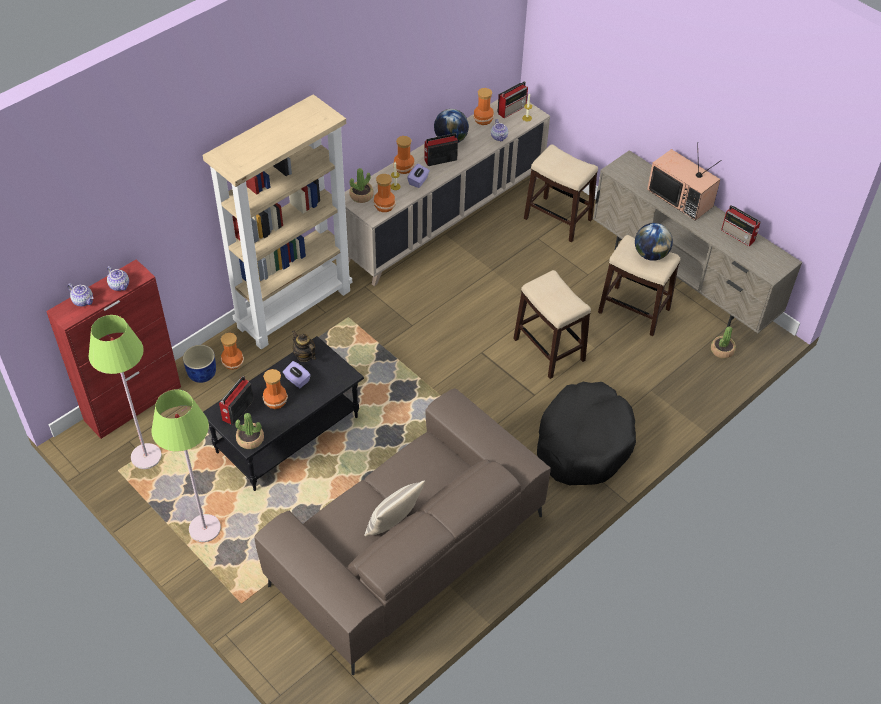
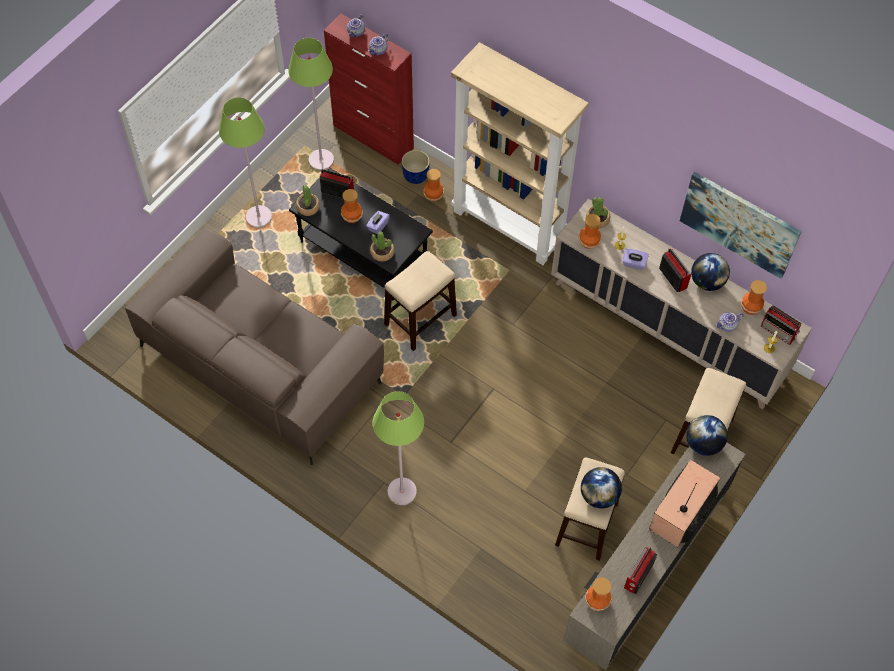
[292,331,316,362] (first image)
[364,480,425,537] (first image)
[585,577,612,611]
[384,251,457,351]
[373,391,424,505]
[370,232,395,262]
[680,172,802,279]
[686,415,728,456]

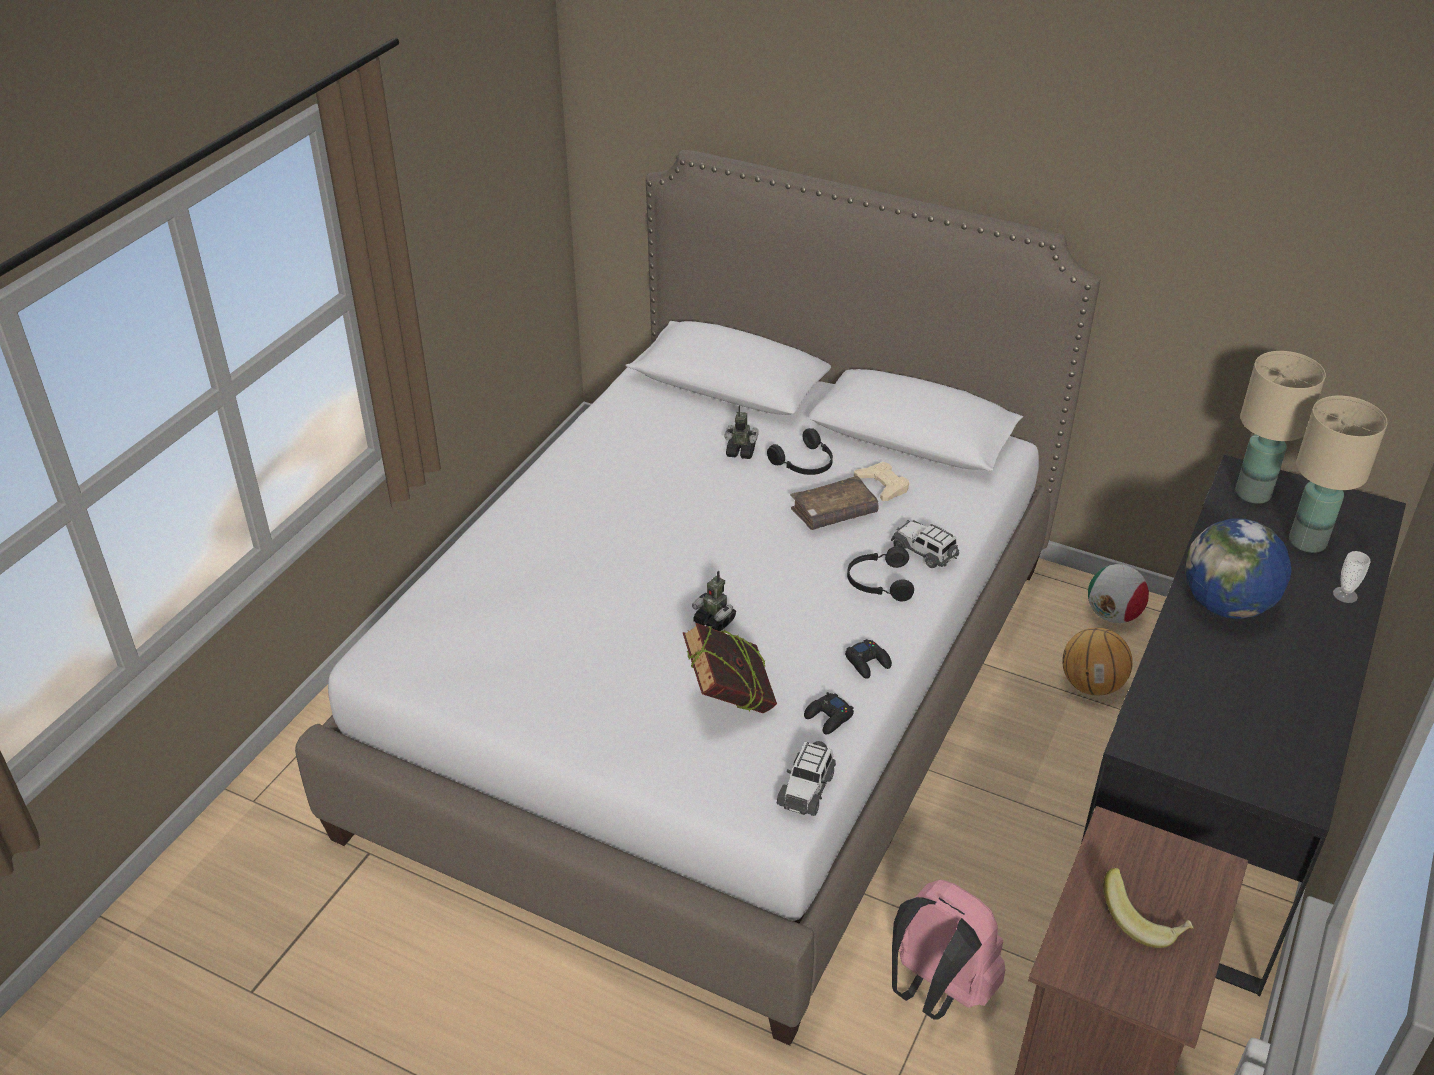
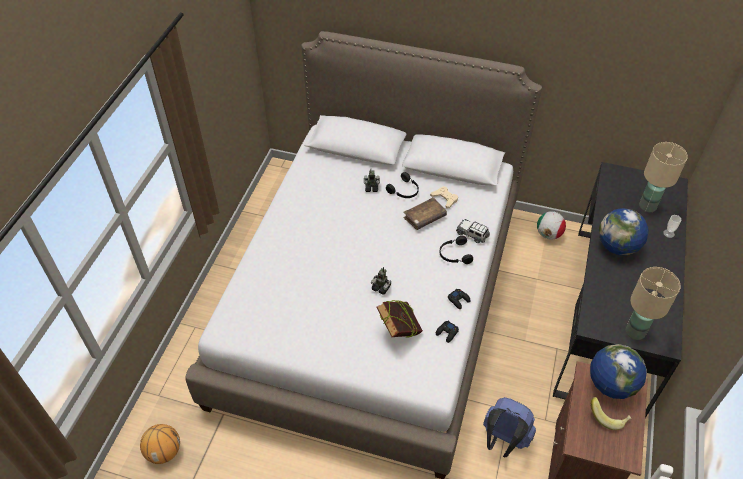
[776,741,836,816] (first image)
[483,397,536,457]
[140,424,180,464]
[626,267,681,340]
[590,344,647,399]

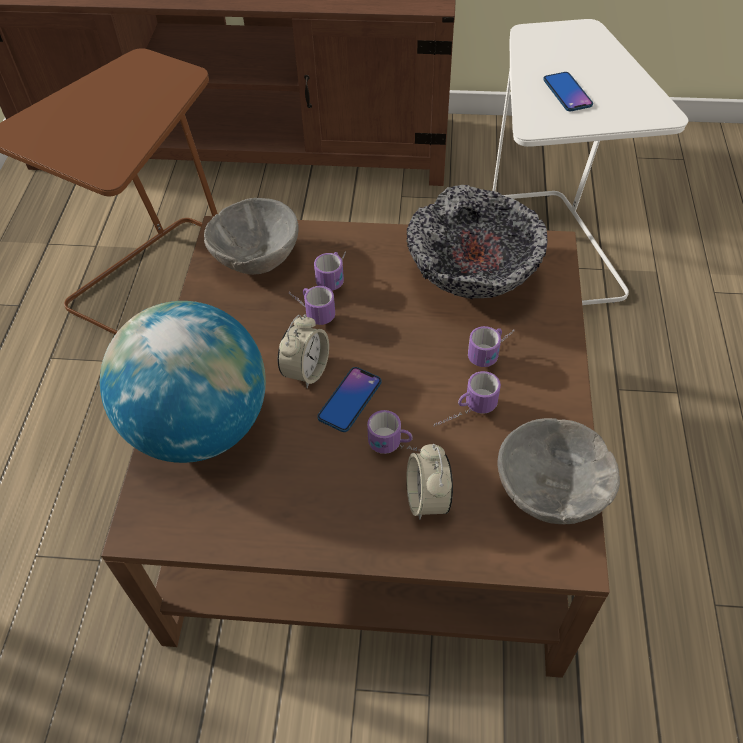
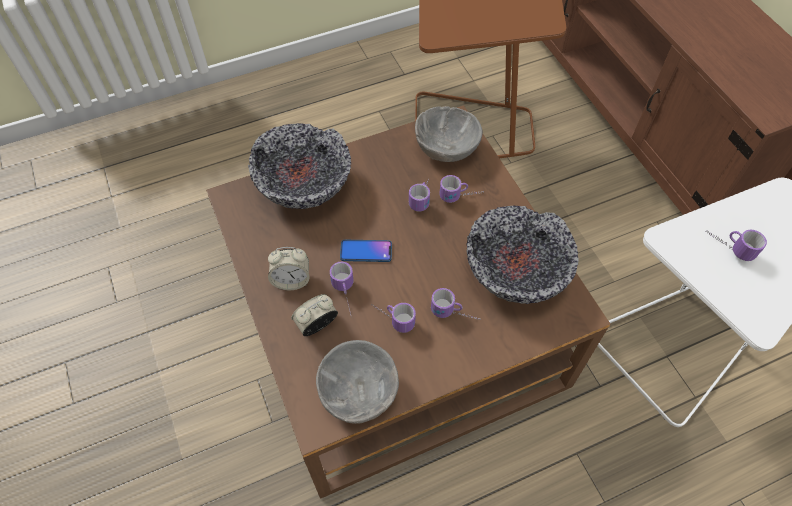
[248,123,351,209]
[268,247,309,290]
[706,230,767,261]

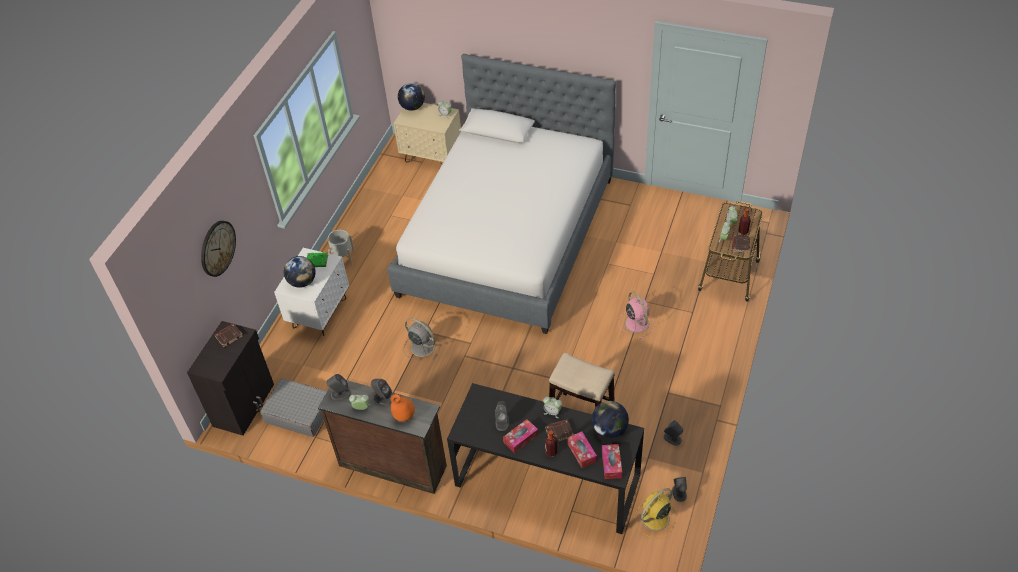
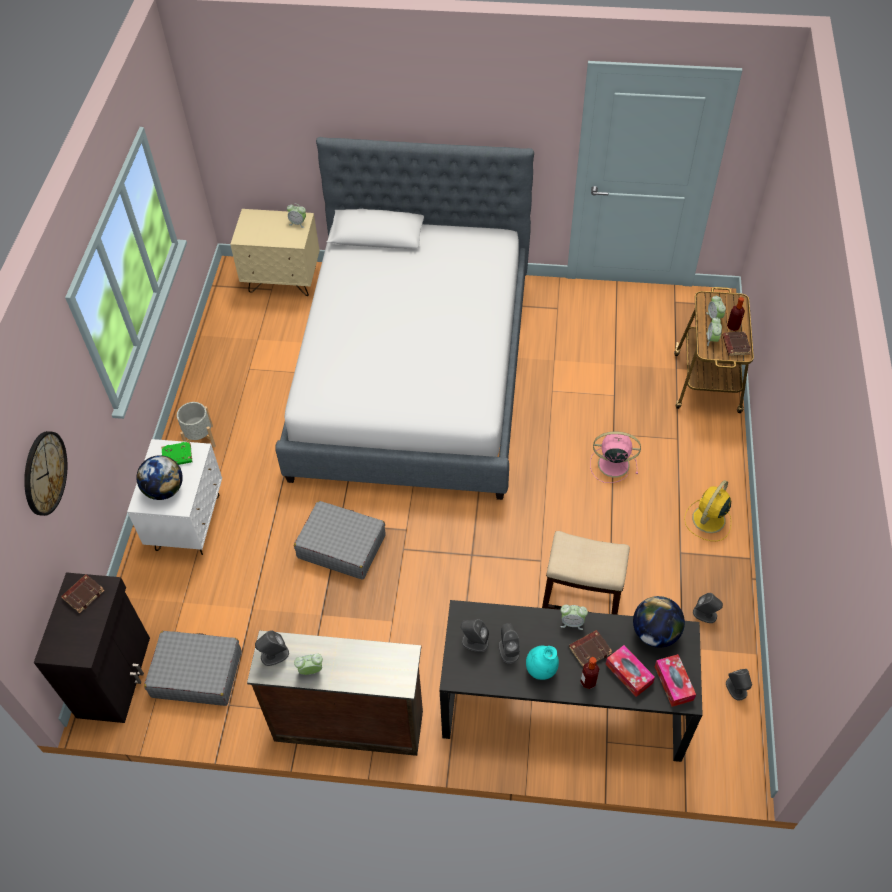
[461,619,489,652]
[391,394,415,421] (first image)
[398,83,425,111] (first image)
[294,501,386,579]
[526,646,559,680]
[590,431,641,483]
[684,480,731,541]

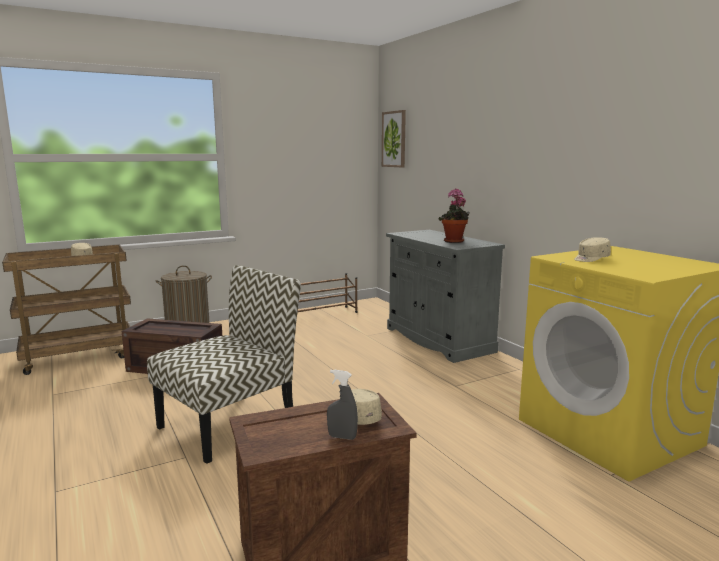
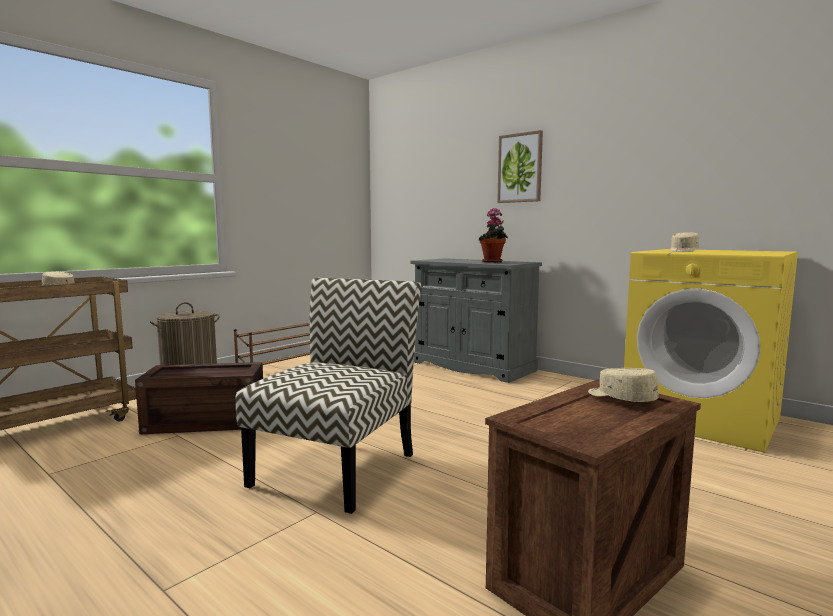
[327,370,358,440] (first image)
[497,130,543,203]

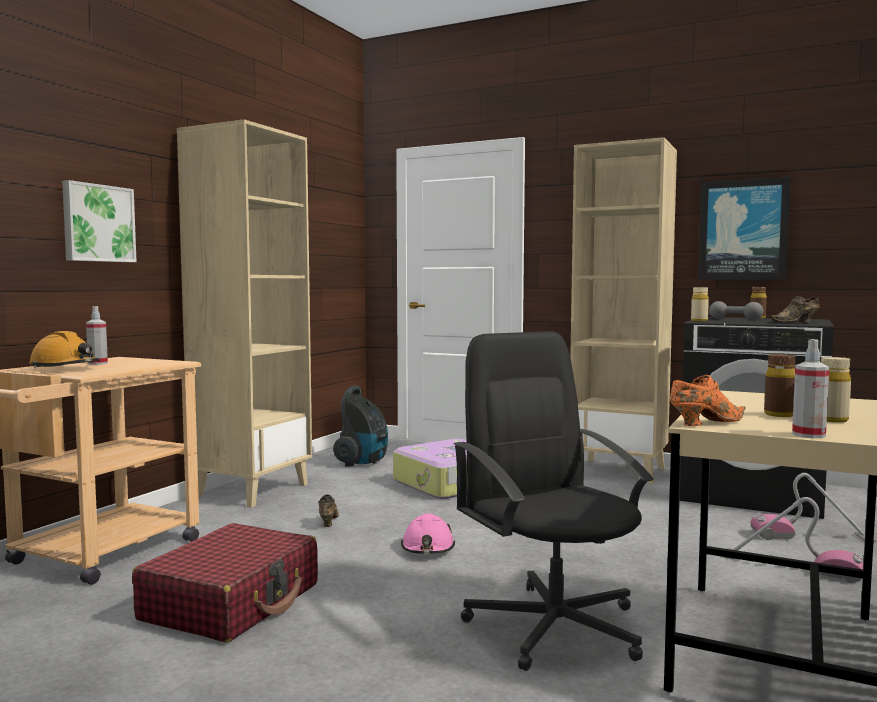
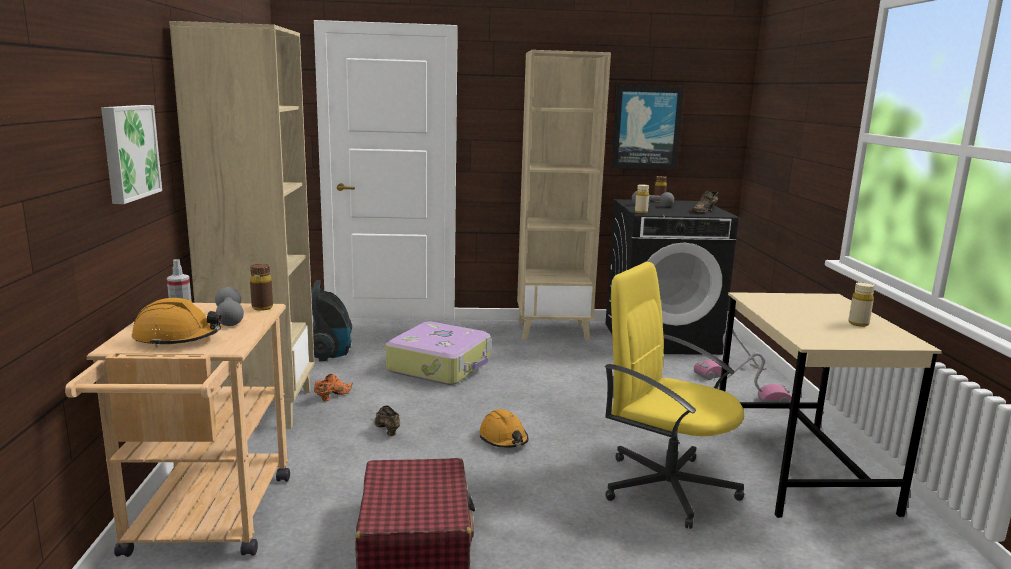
[479,409,528,448]
[605,262,744,529]
[314,374,353,401]
[250,264,273,311]
[792,339,829,438] (first image)
[215,287,244,326]

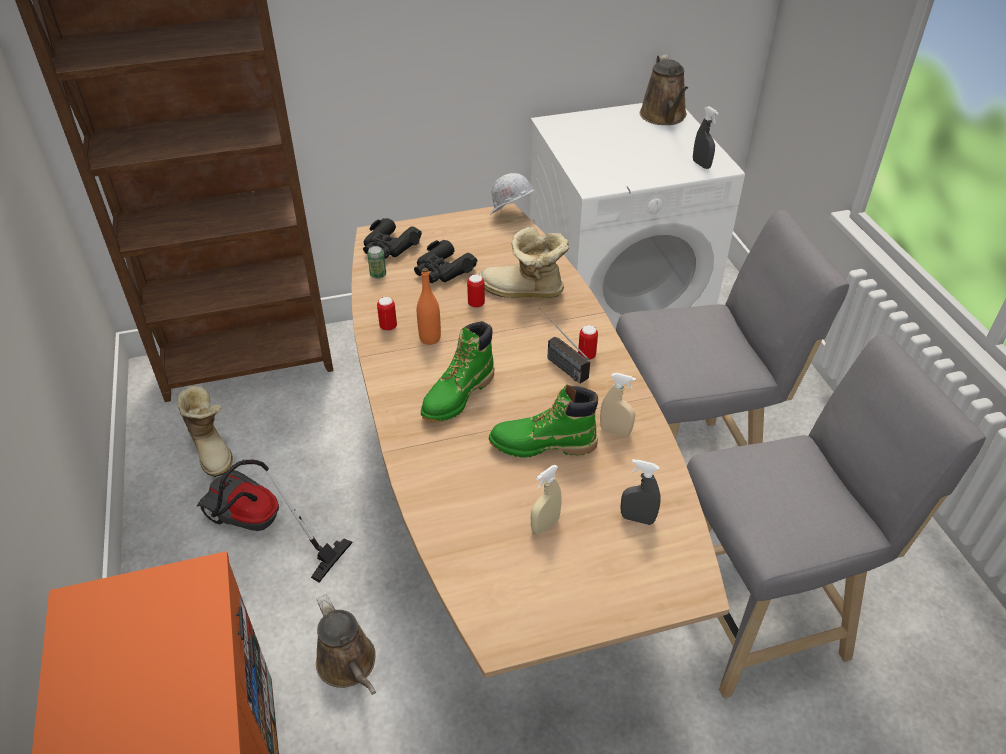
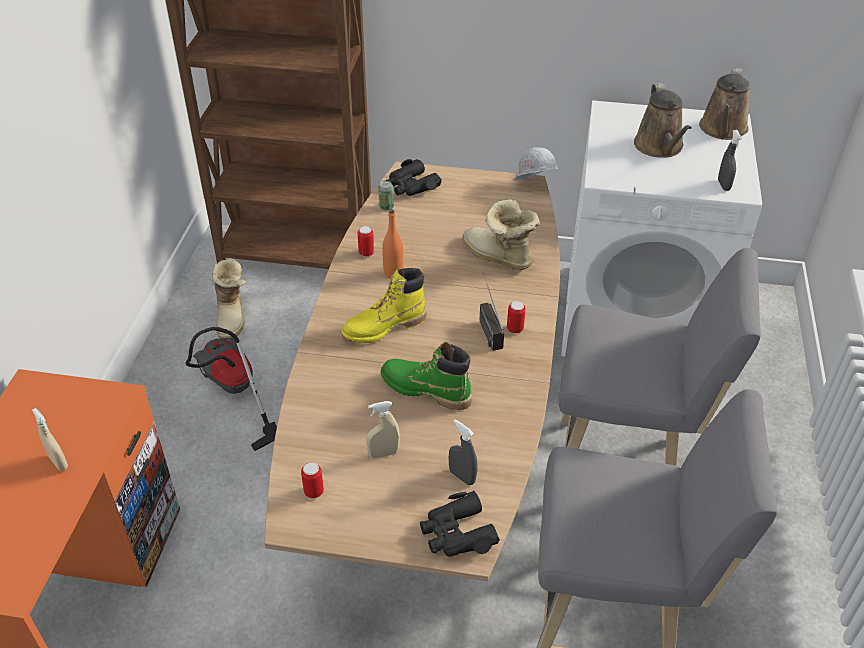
[634,83,692,158]
[420,490,500,557]
[342,268,427,343]
[301,462,324,498]
[32,408,68,471]

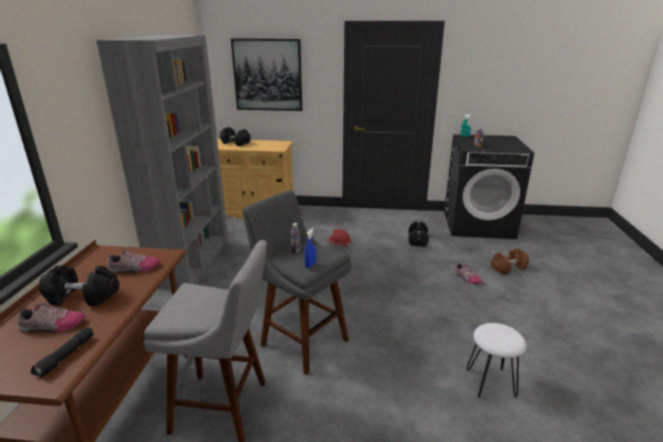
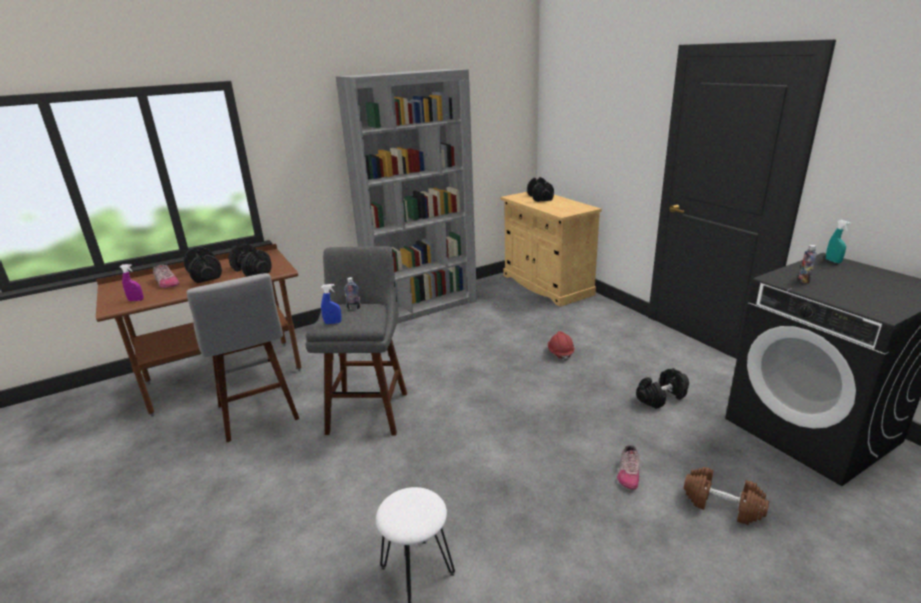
[120,264,144,301]
[228,243,272,277]
[231,39,302,111] (first image)

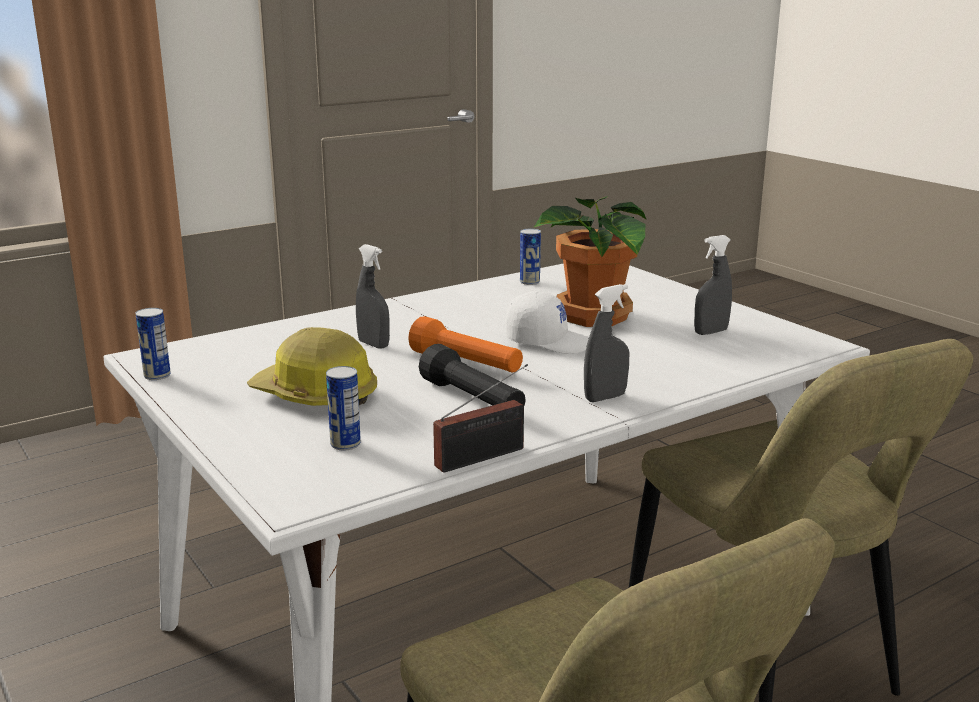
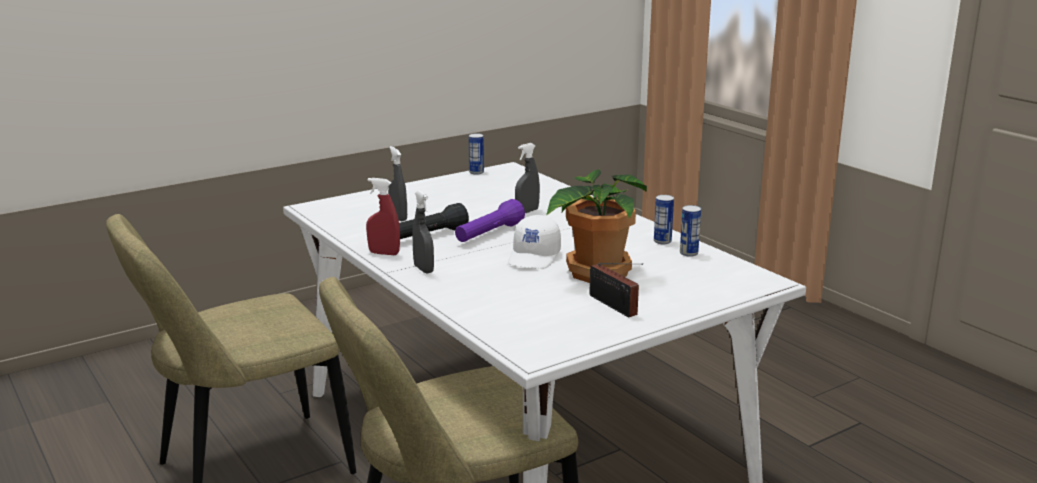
[247,327,377,406] (first image)
[654,195,674,244]
[455,199,525,242]
[589,263,643,317]
[388,146,407,221]
[366,178,400,255]

